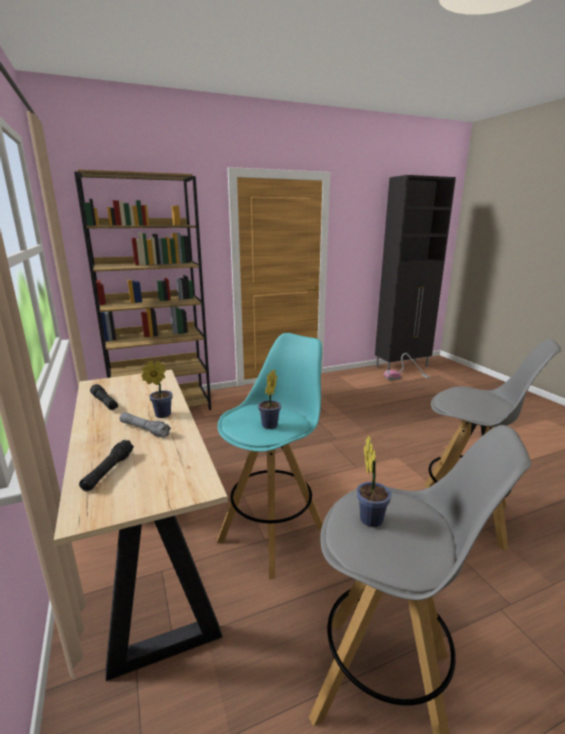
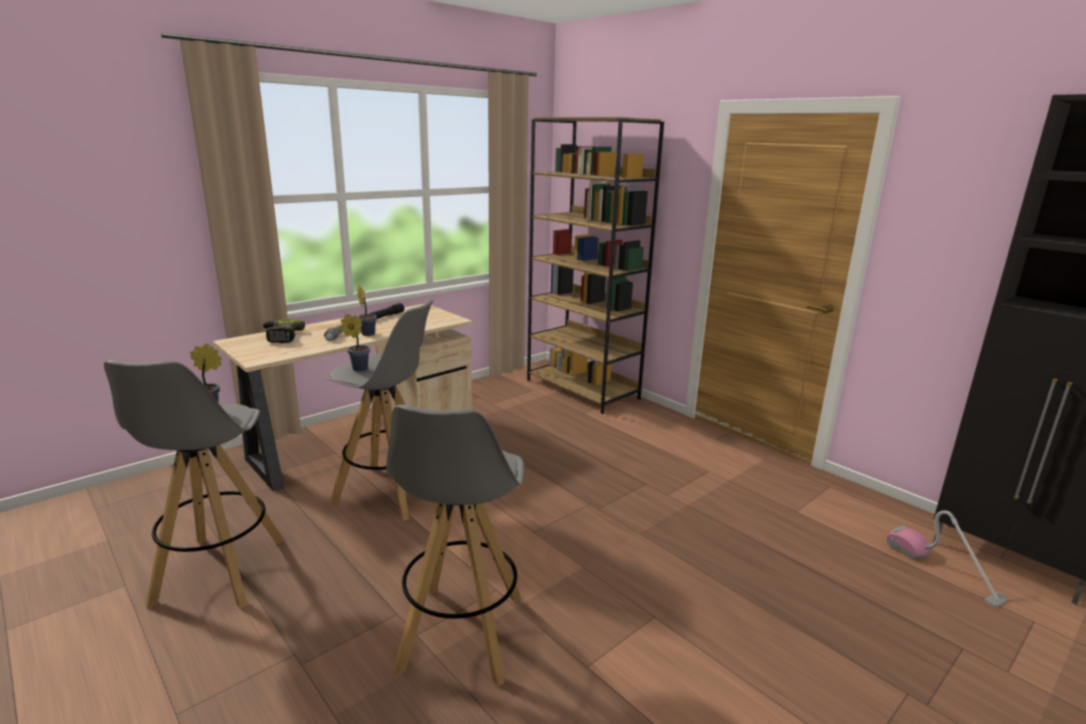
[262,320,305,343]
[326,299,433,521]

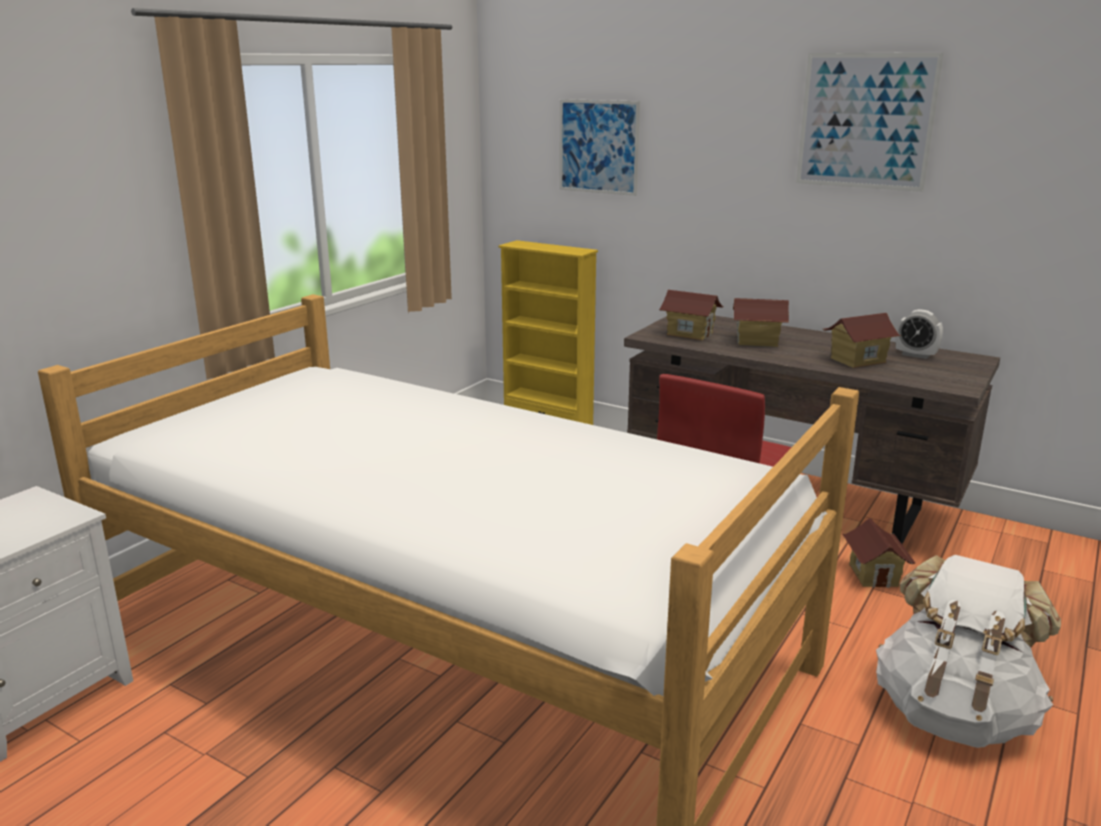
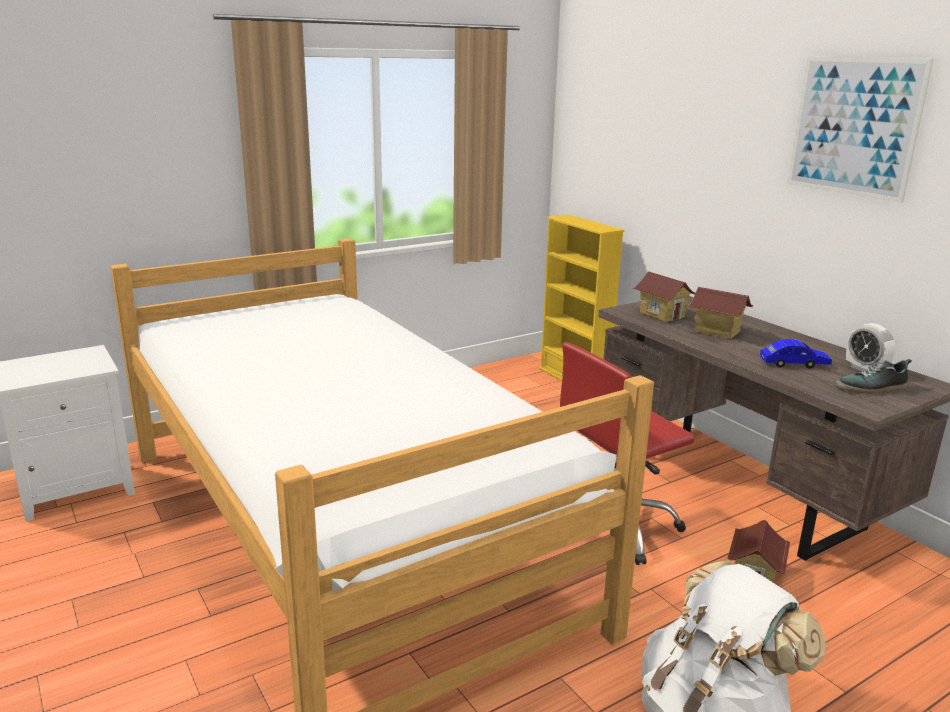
[559,99,640,196] (first image)
[760,339,832,369]
[837,359,912,394]

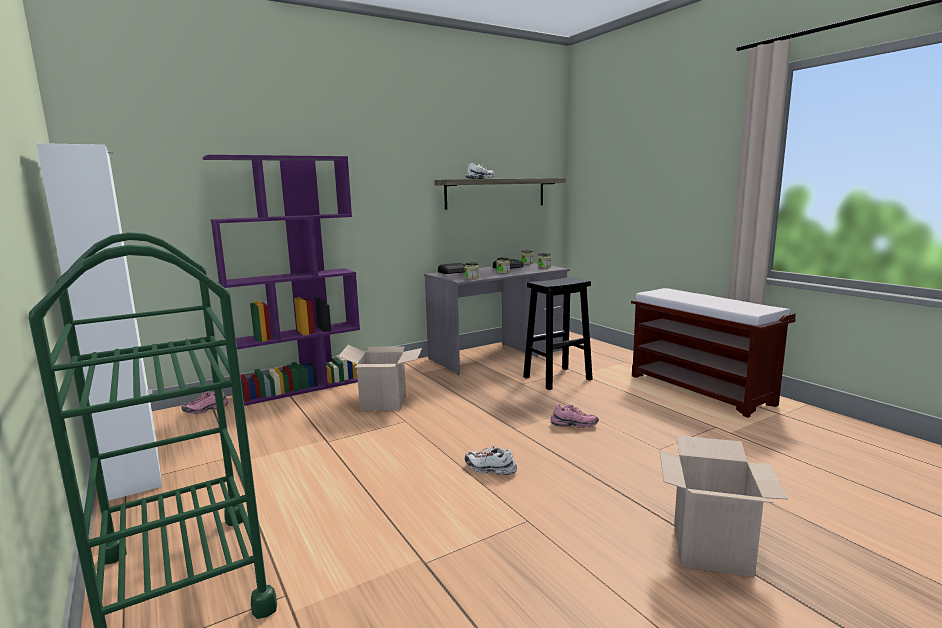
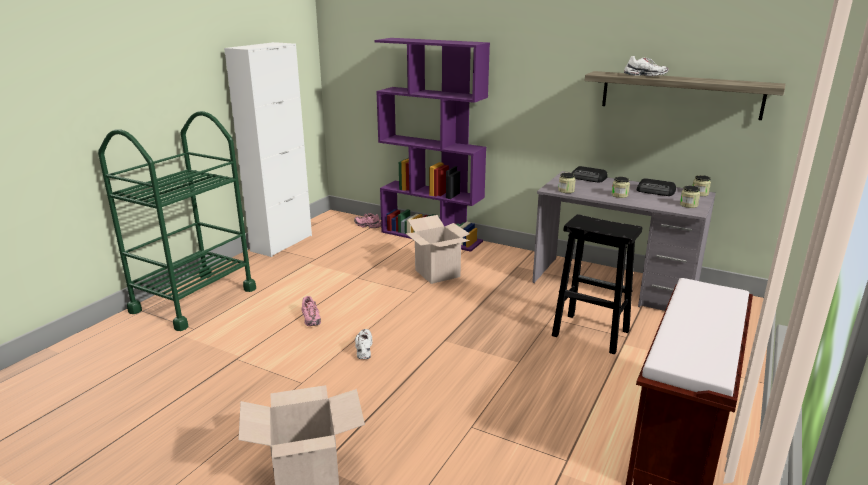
[302,296,321,326]

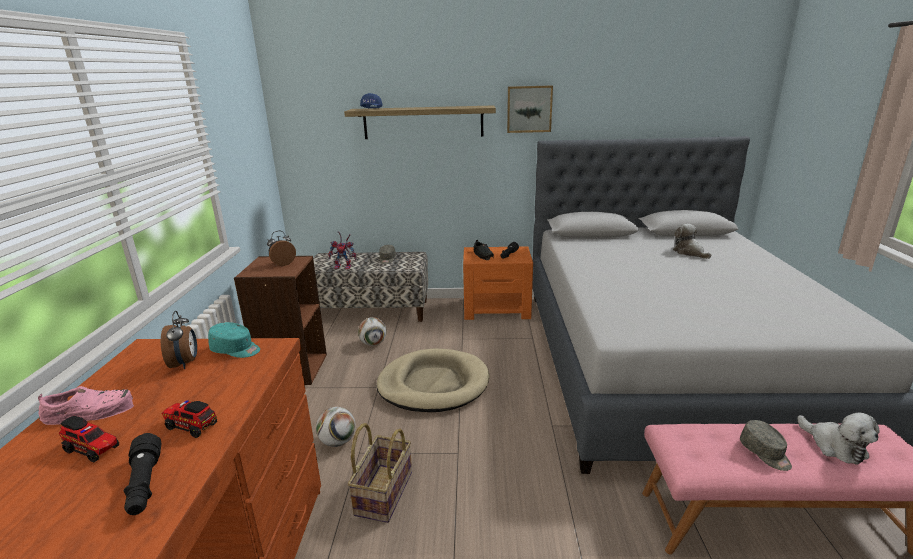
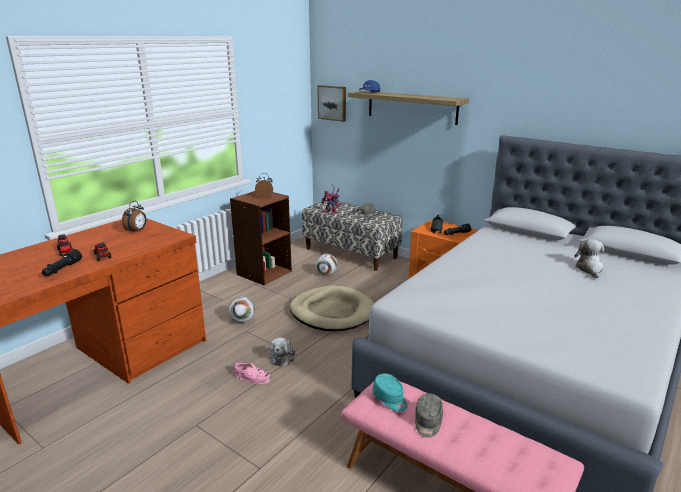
[233,361,271,384]
[372,374,408,411]
[348,423,412,523] (first image)
[317,85,346,122]
[270,337,295,367]

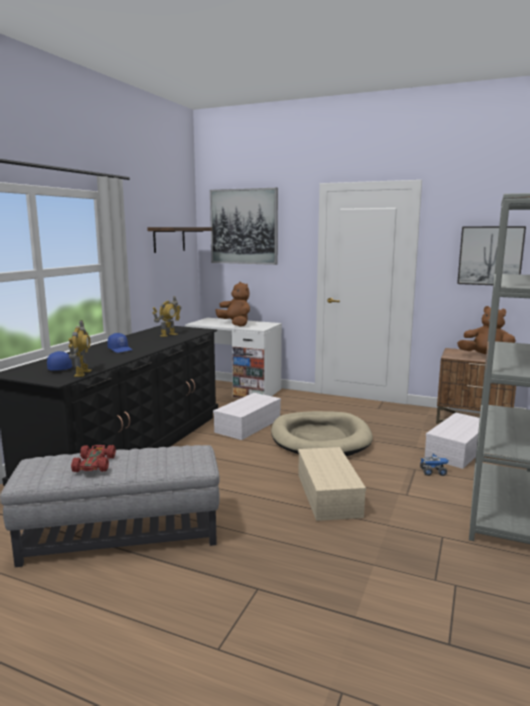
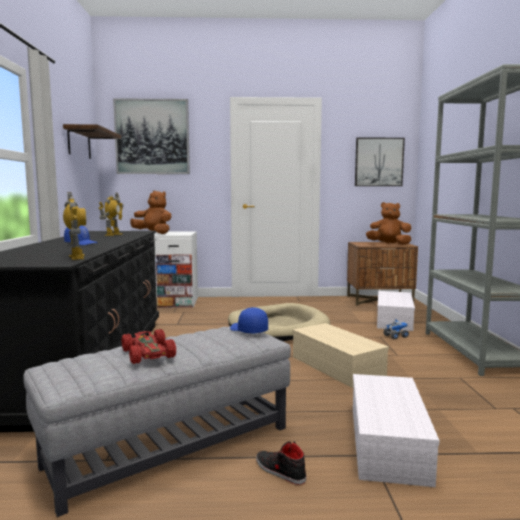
[230,307,268,333]
[353,374,440,487]
[256,441,307,485]

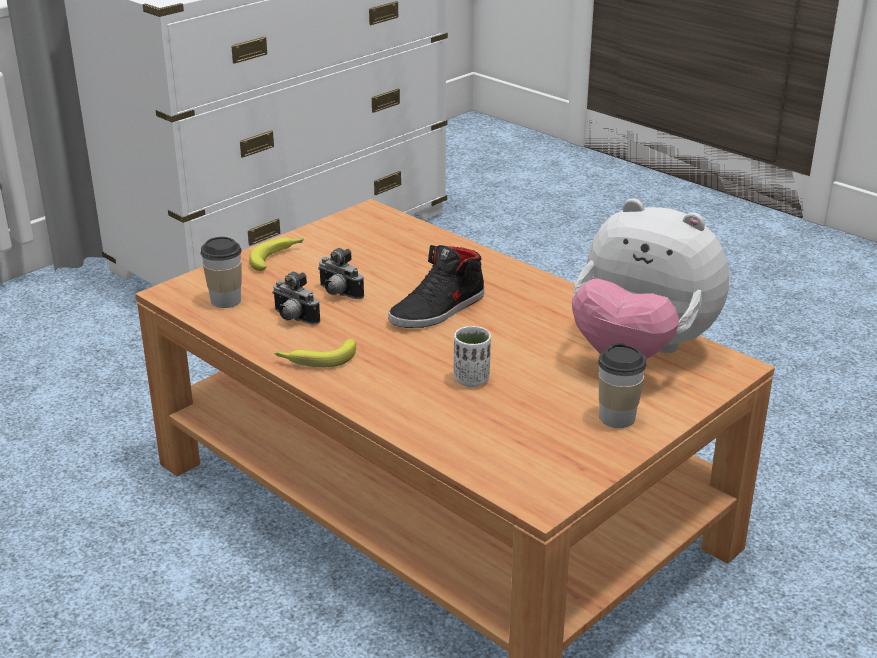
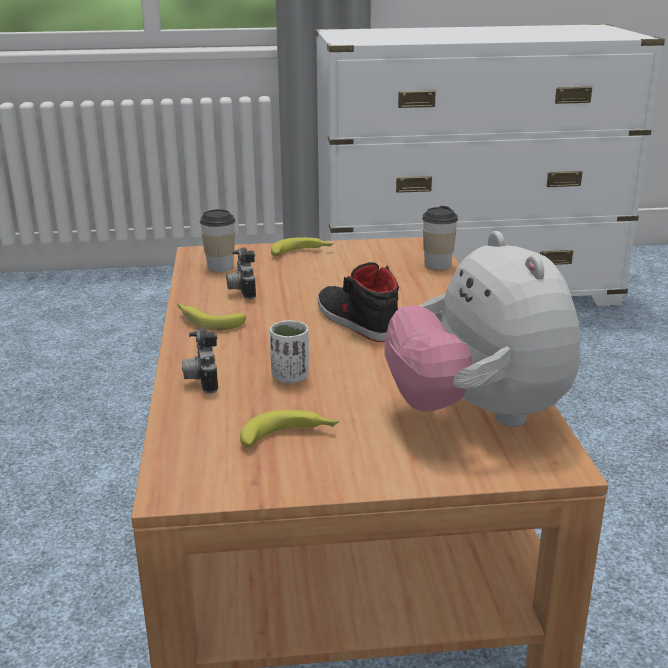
[182,328,218,394]
[318,262,399,342]
[422,206,458,270]
[240,410,339,448]

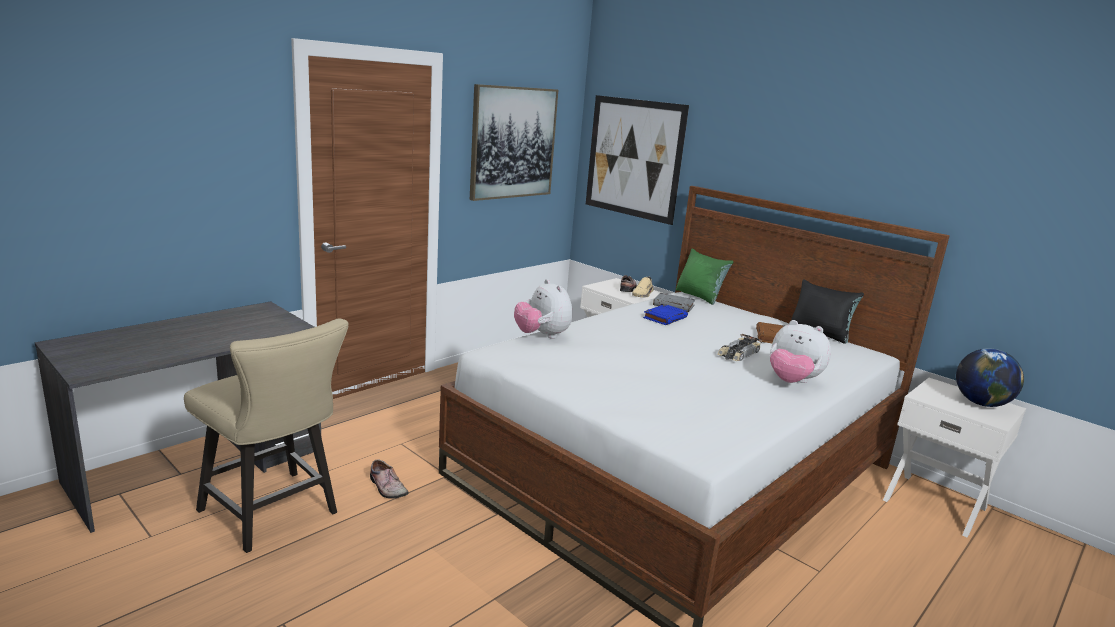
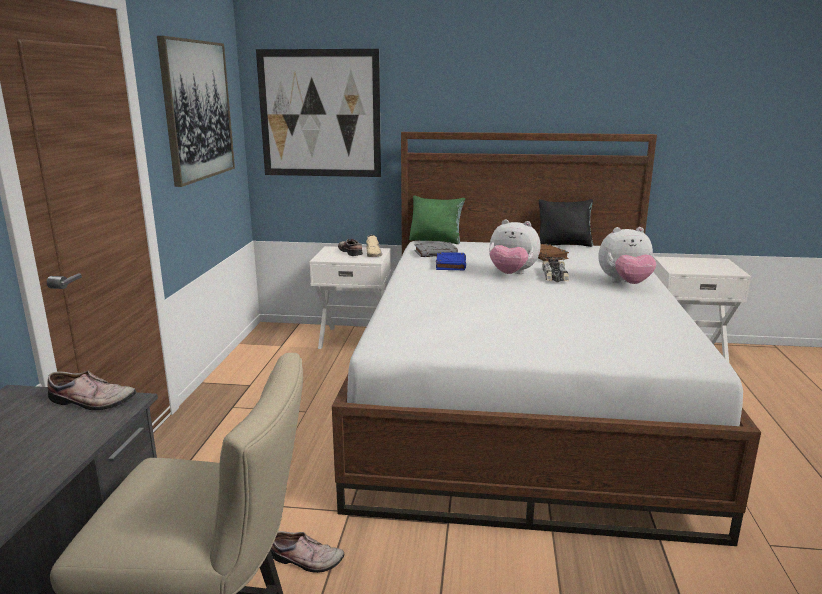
[489,219,541,274]
[956,348,1024,407] (first image)
[47,370,136,410]

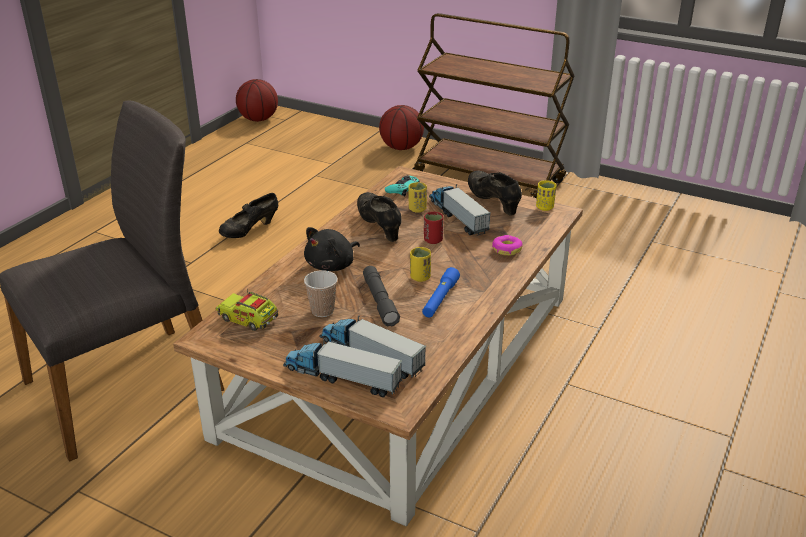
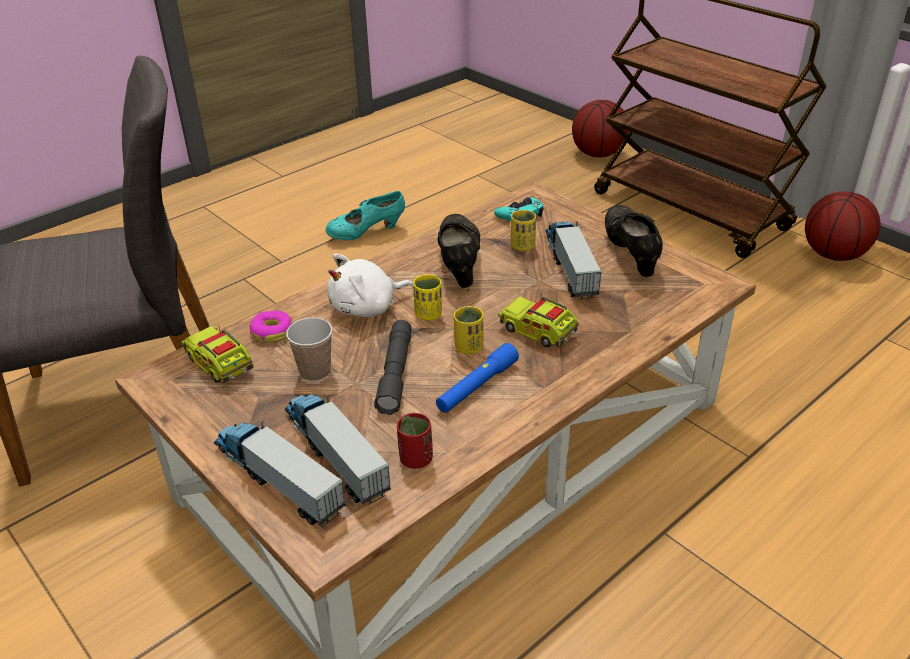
[326,191,405,240]
[805,191,881,261]
[327,253,414,317]
[397,413,433,469]
[249,311,292,342]
[413,274,442,321]
[498,292,579,347]

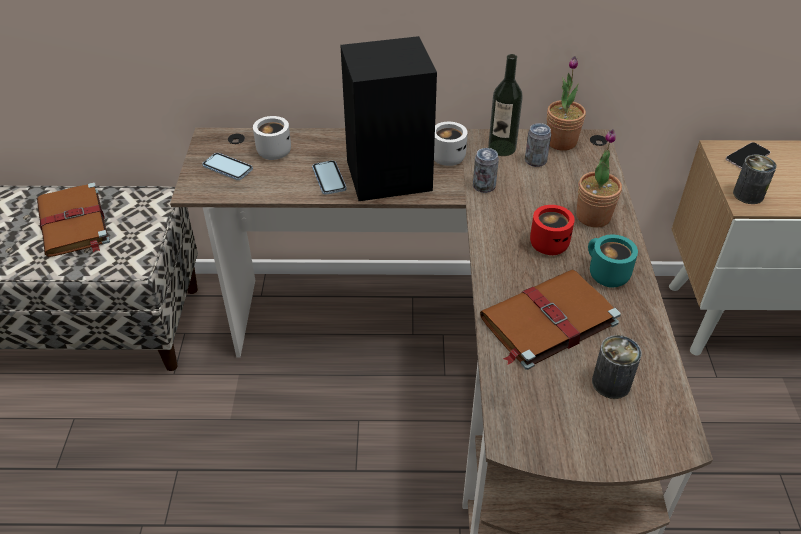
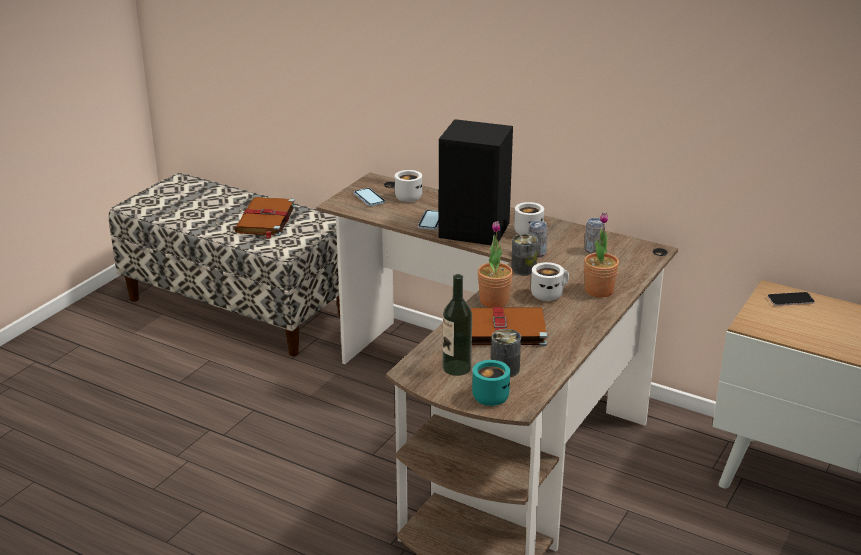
[443,274,472,376]
[531,262,569,301]
[477,221,513,308]
[472,360,510,406]
[511,234,538,276]

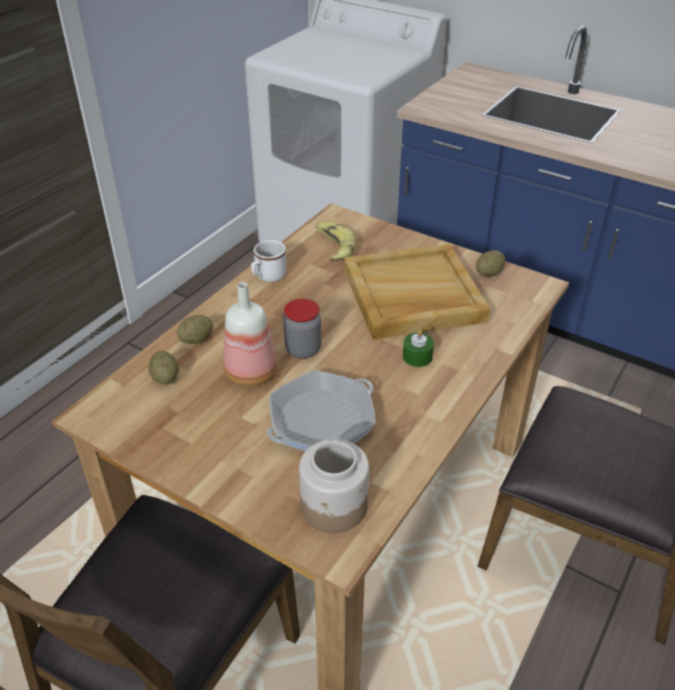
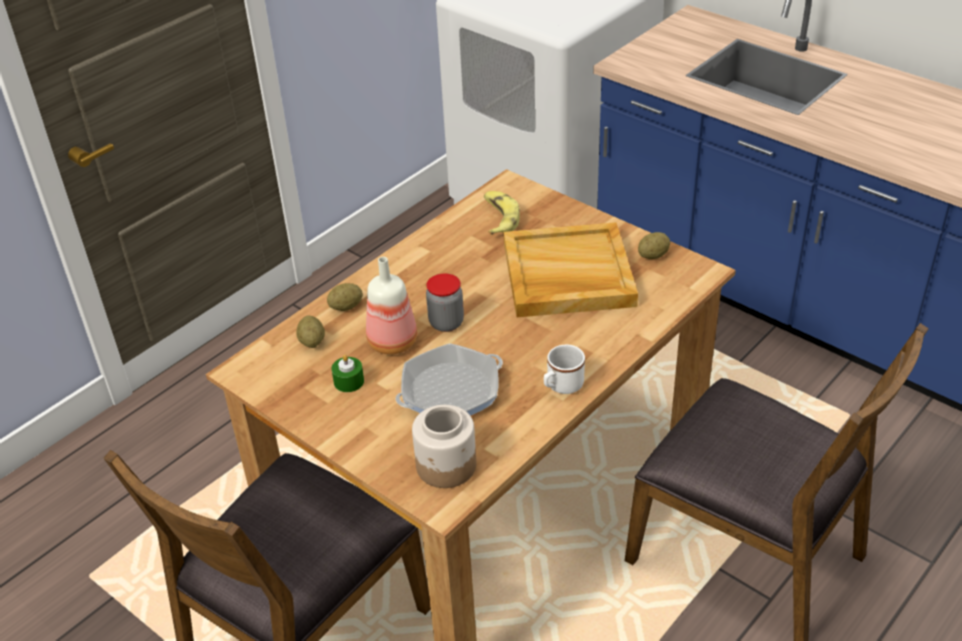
[544,345,585,394]
[331,355,364,392]

